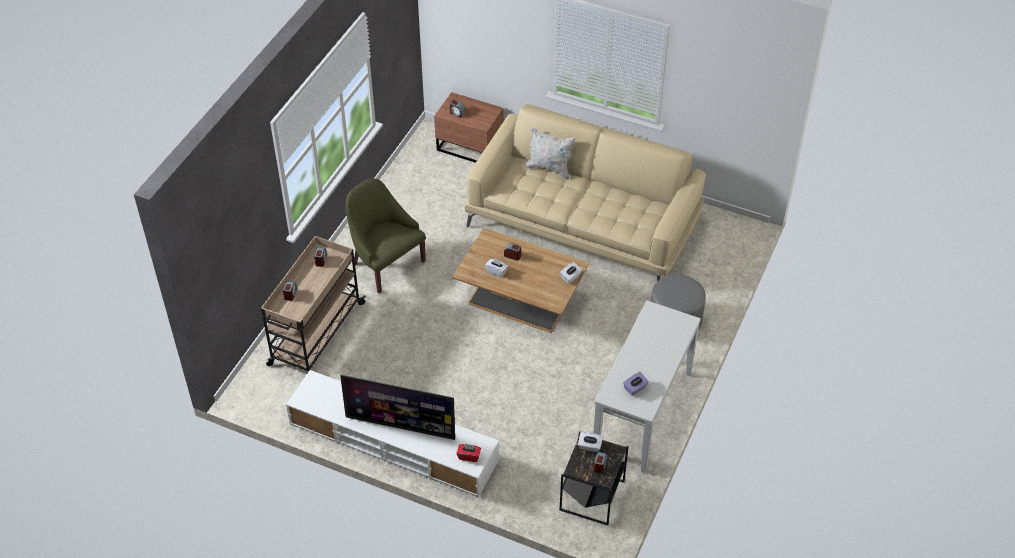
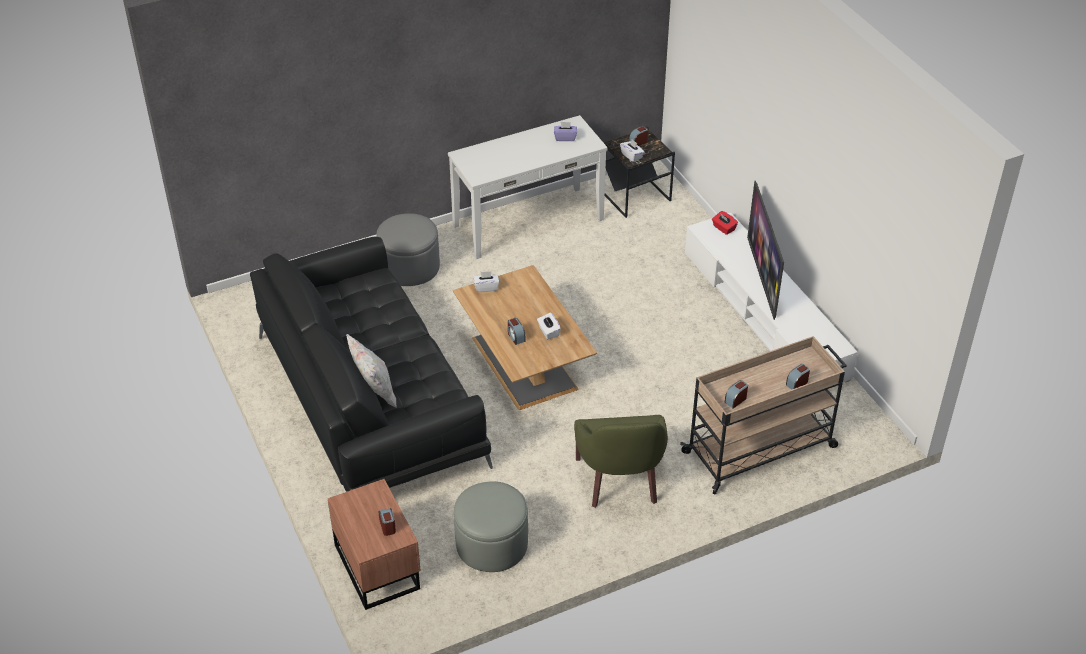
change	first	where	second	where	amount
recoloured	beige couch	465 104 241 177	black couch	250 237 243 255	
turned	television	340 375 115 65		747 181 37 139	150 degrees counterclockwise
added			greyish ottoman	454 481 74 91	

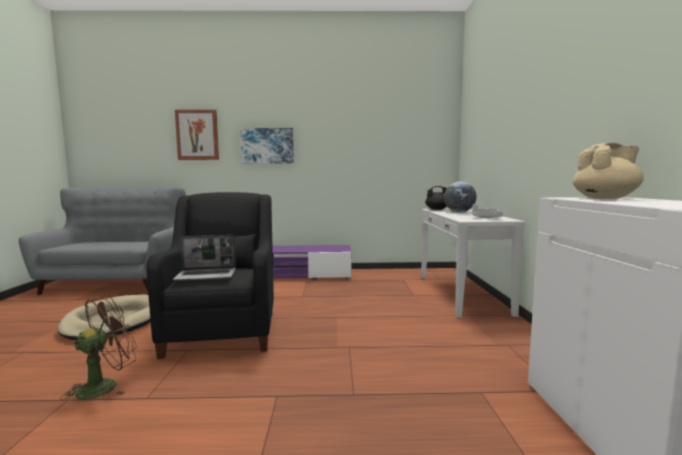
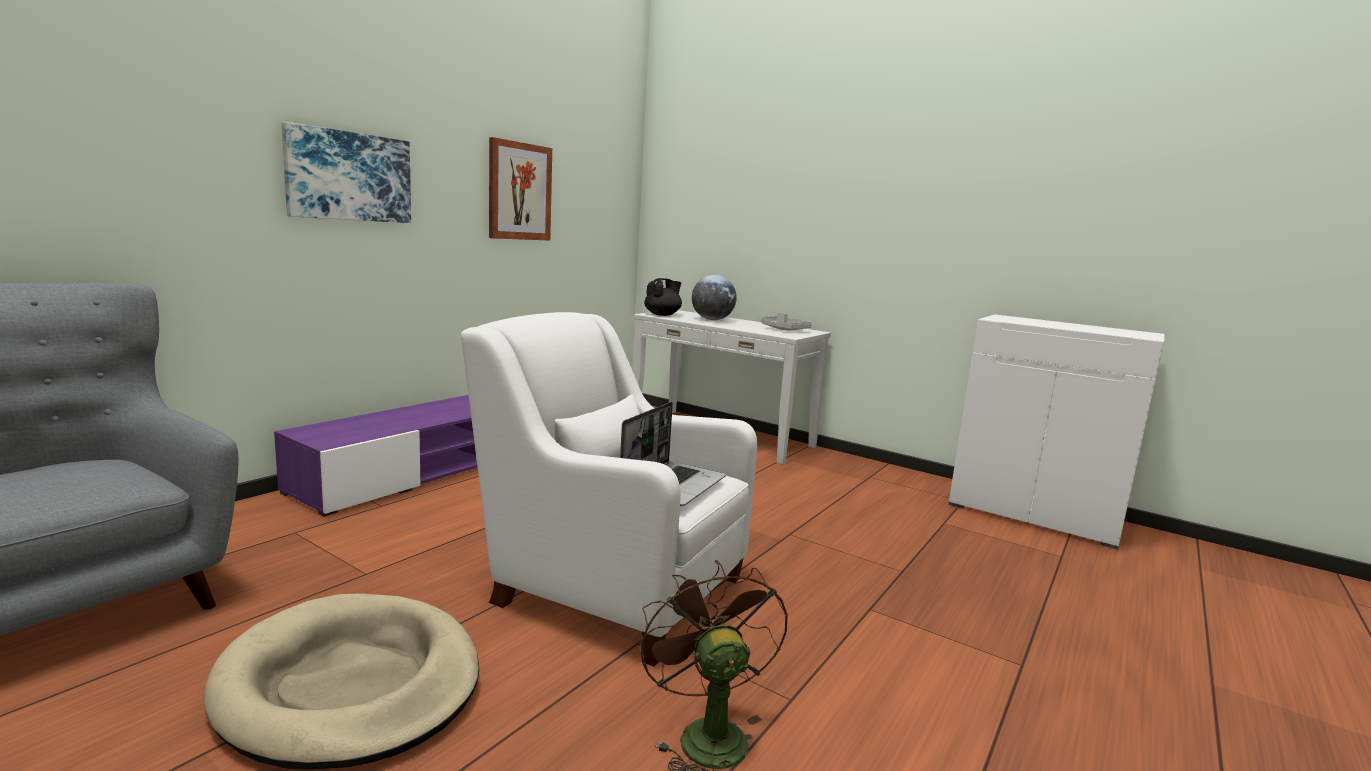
change	first	where	second	where	amount
moved	wall art	175 110 44 50		489 137 63 104	
removed	beige tea pot	573 142 71 57			
recoloured	black lounge chair	147 192 127 167	white-coloured lounge chair	461 312 296 355	

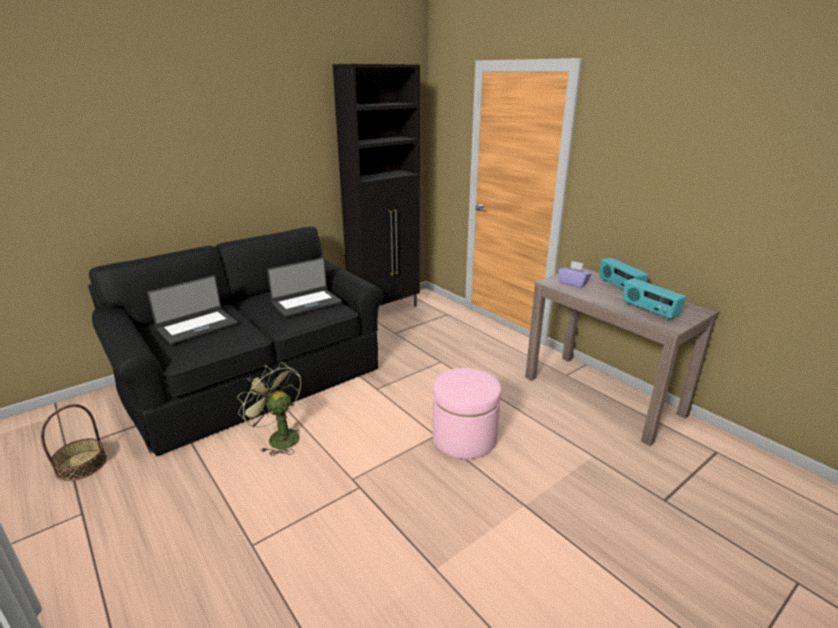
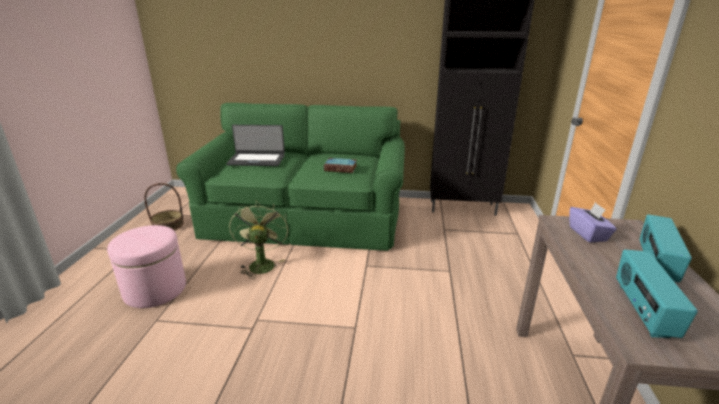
change	first	where	second	where	amount
recoloured	black couch	88 227 295 229	green couch	176 103 229 148	
replaced	portable computer	267 258 75 59	volume	324 158 33 15	
moved	pink-coloured ottoman	433 368 68 91		107 225 79 83	

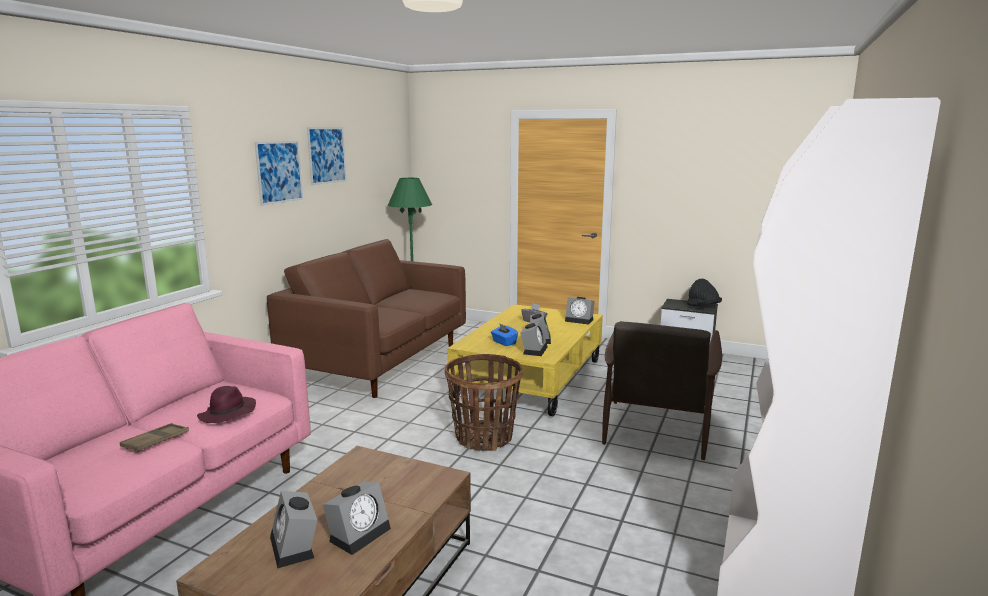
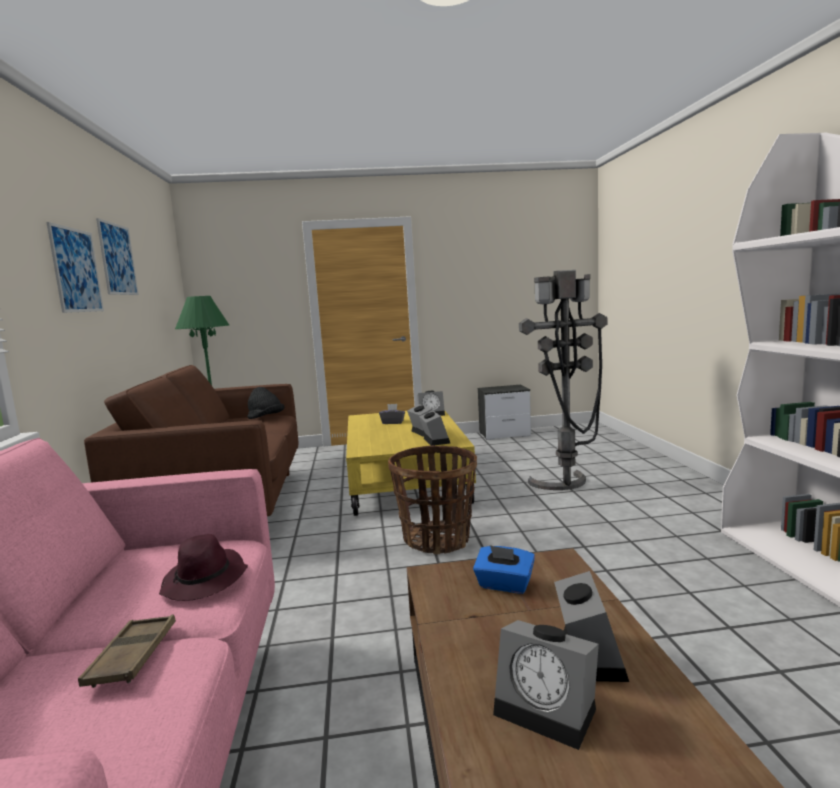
change	first	where	second	where	amount
moved	black clothing hat	687 279 35 27		247 387 37 32	
replaced	brown-coloured lounge chair	602 321 120 139	greyish standing lamp	519 270 88 220	
moved	blue tissue box	491 323 27 23		473 545 62 49	

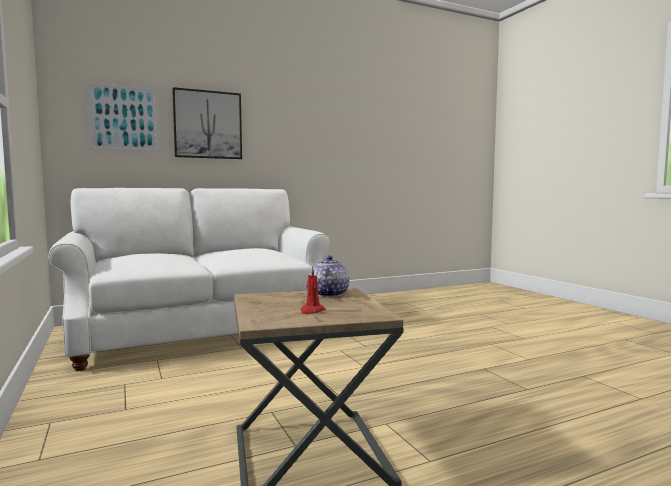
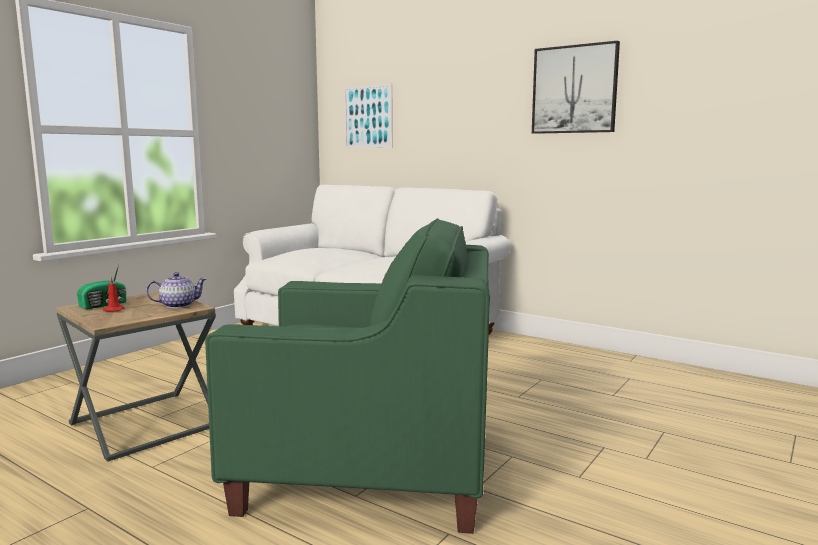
change	first	where	second	where	amount
moved	wall art	172 87 70 72		532 41 88 93	
added			green lounge chair	205 218 285 316	
added			radio set	77 260 50 49	

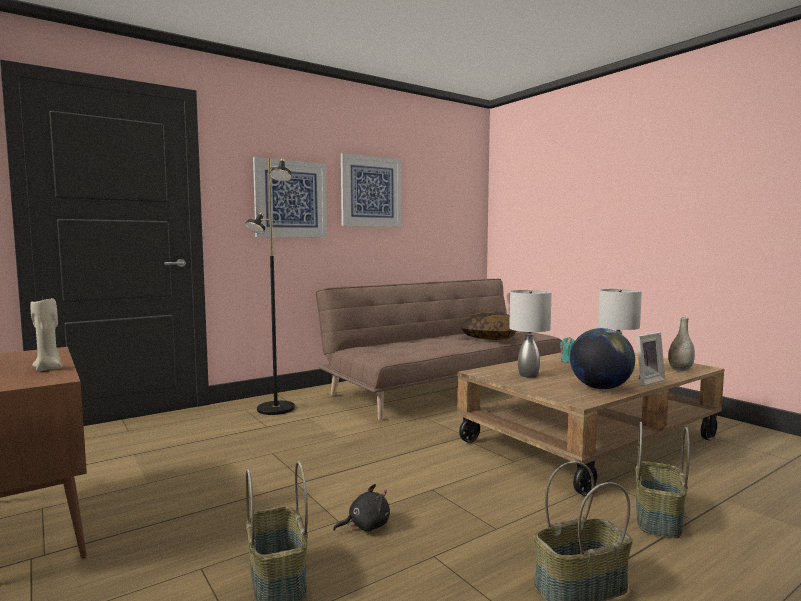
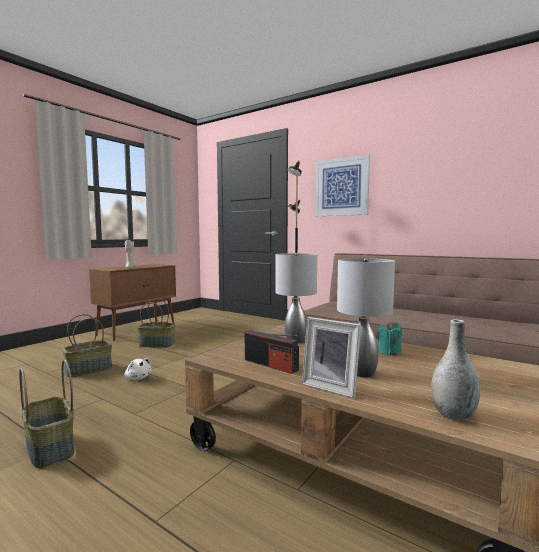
change	first	where	second	where	amount
removed	wall art	341 153 60 74			
removed	cushion	460 312 56 28			
replaced	desk globe	570 328 65 61	radio set	245 330 54 44	
moved	basket	636 421 54 117		137 299 38 49	
recoloured	black plush toy	333 484 57 48	white-coloured plush toy	125 358 27 22	

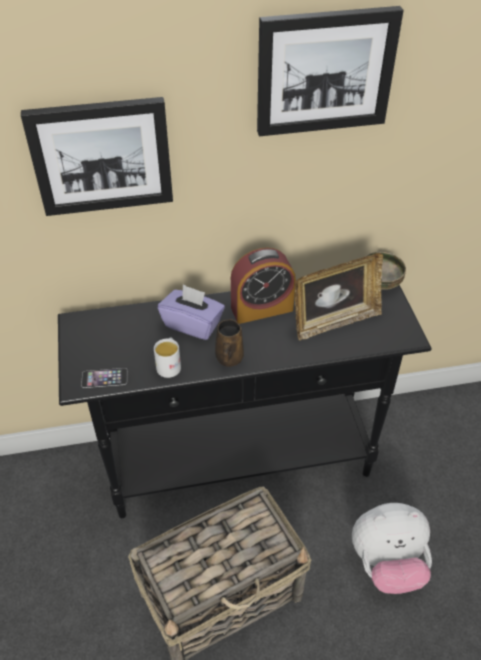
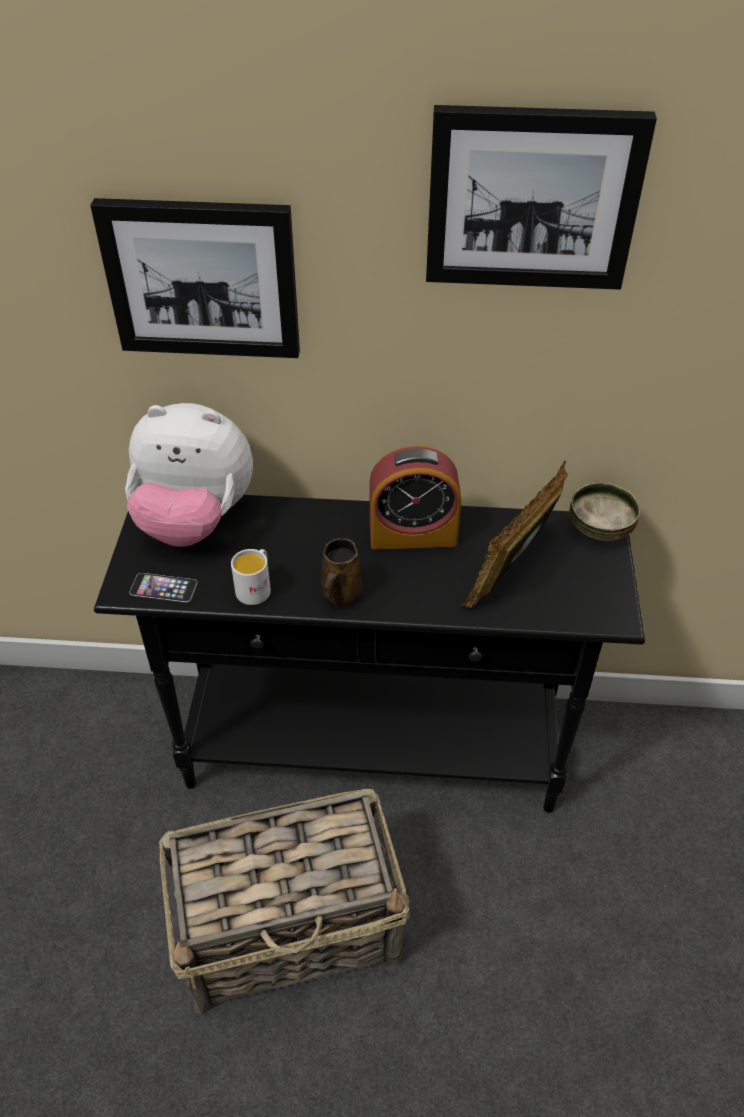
change	first	where	second	where	amount
turned	picture frame	295 253 88 88		460 460 108 148	135 degrees clockwise
removed	purple-coloured tissue box	158 284 67 56			
moved	plush toy	352 503 80 91		125 403 128 144	

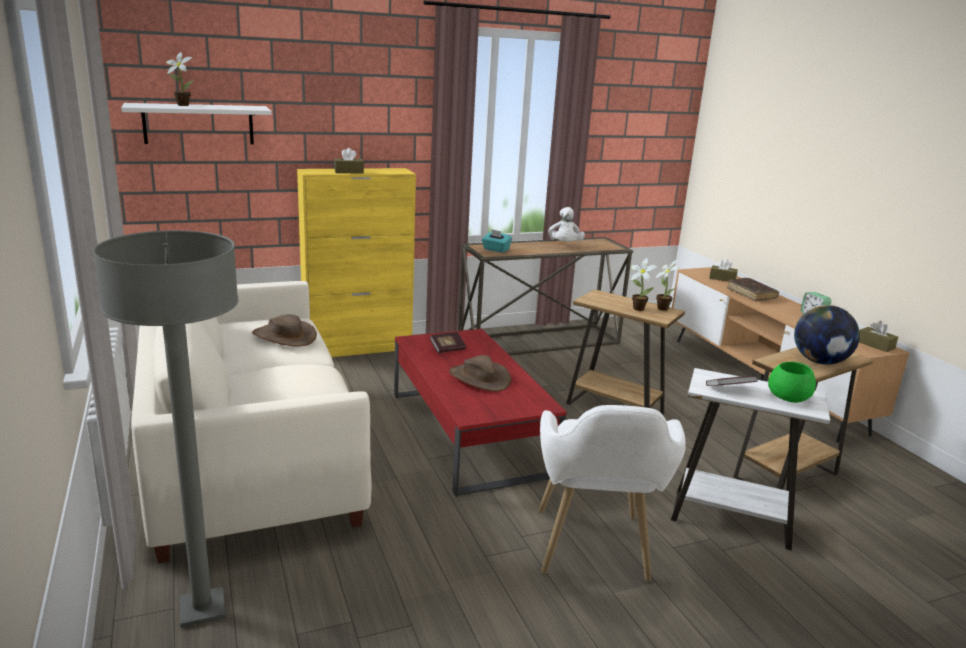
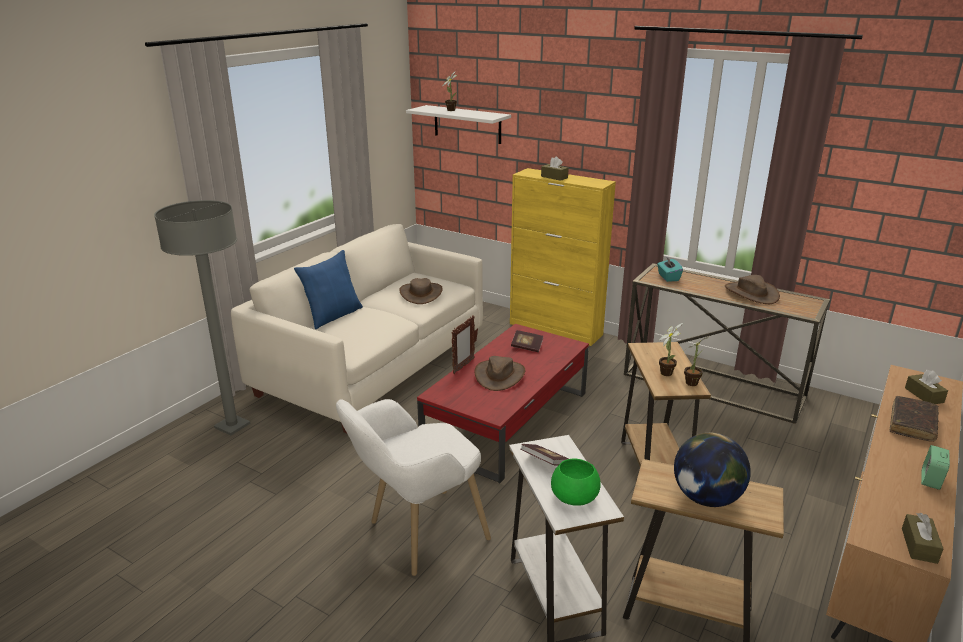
change	first	where	second	where	amount
replaced	white-coloured plush toy	549 207 36 35	brown-coloured clothing hat	725 275 55 29	
added			blue cushion	294 250 69 79	
added			picture frame	452 315 23 59	

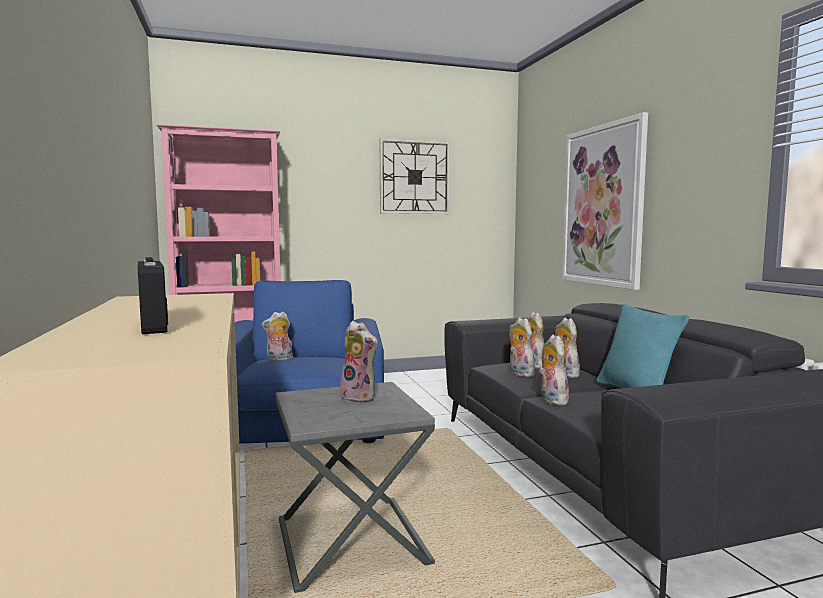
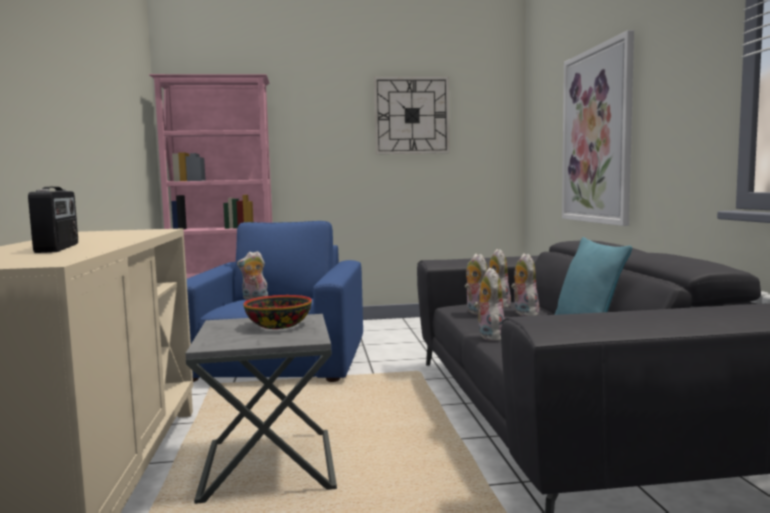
change	first	where	second	where	amount
replaced	plush toy	340 321 38 82	serving bowl	243 295 69 34	

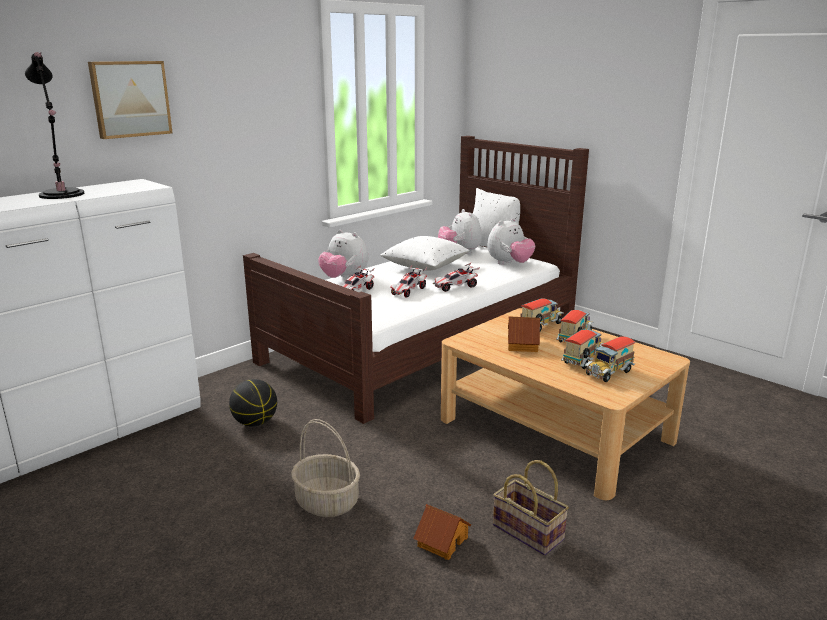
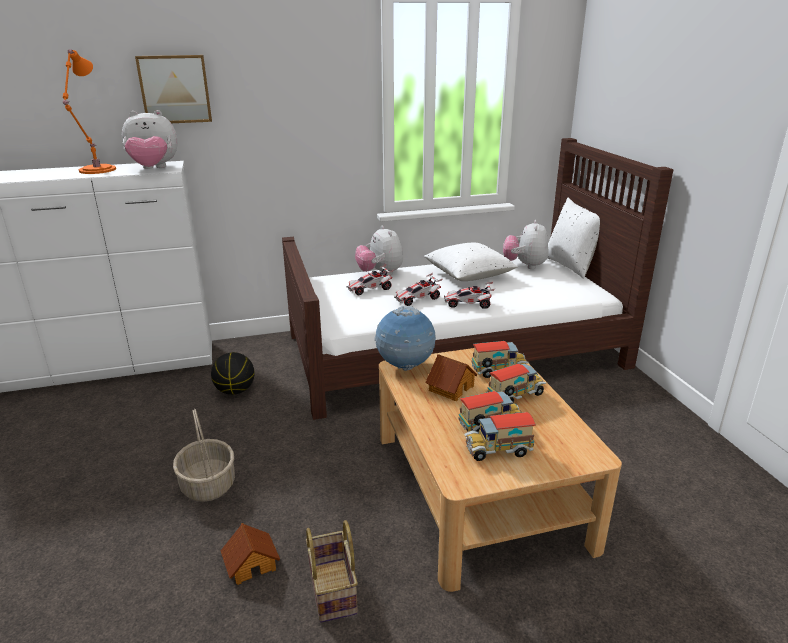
change	first	where	second	where	amount
recoloured	black lamp for a table	25 52 59 147	orange lamp for a table	63 49 53 125	
moved	plush toy	487 218 48 47		122 110 56 59	
added			desk globe	374 306 62 65	

